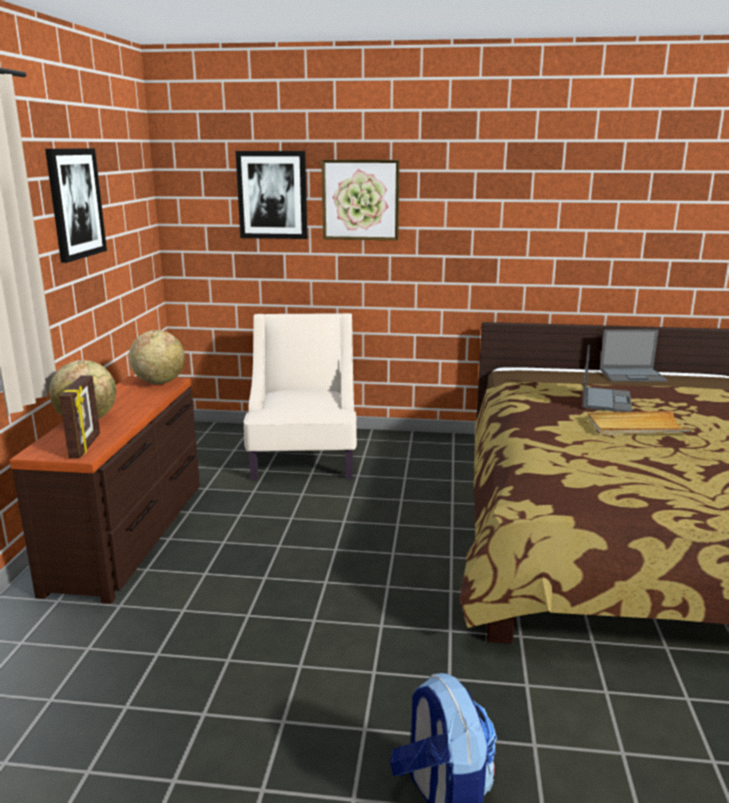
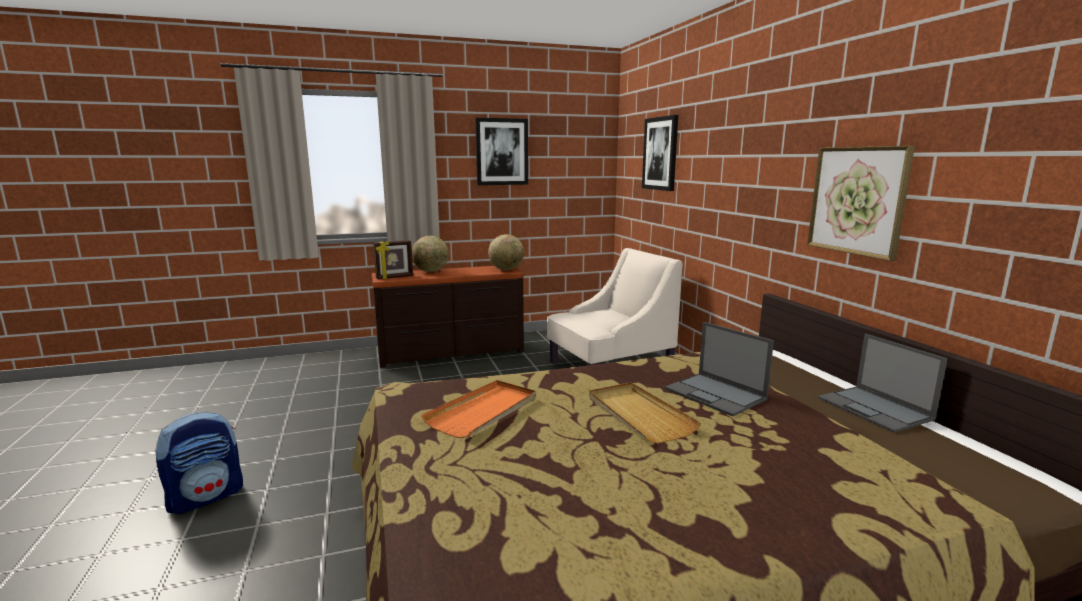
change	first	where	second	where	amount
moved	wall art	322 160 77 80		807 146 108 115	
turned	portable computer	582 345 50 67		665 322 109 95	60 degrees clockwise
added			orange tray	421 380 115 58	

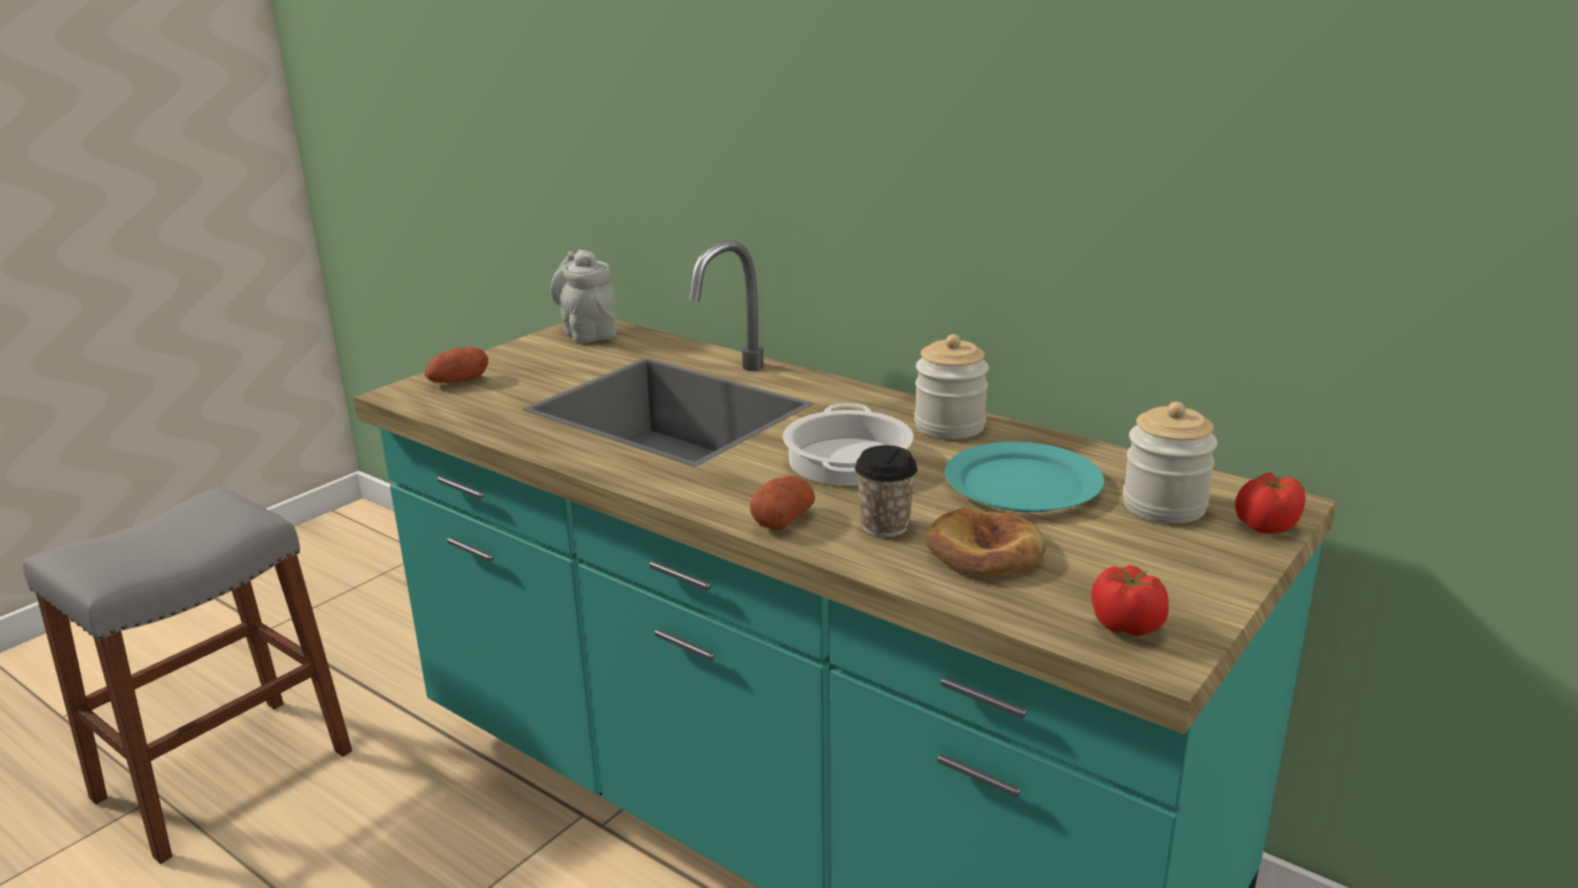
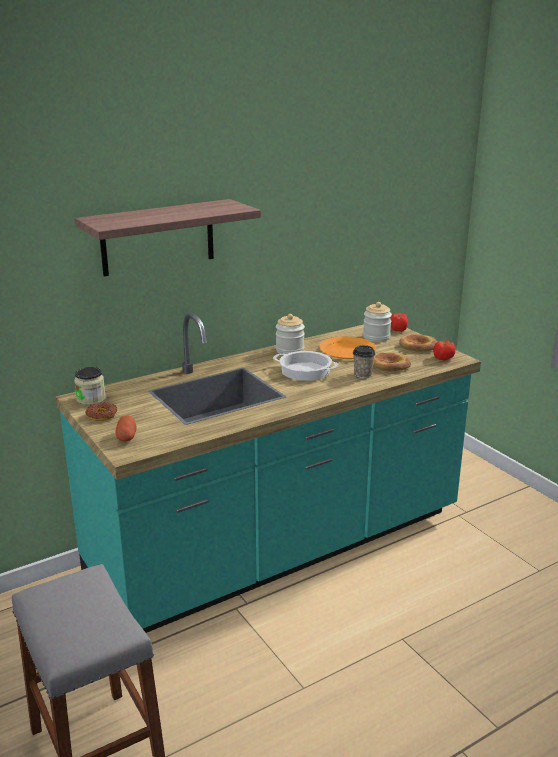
change	first	where	second	where	amount
replaced	greyish tea pot	550 249 67 94	jar	74 367 32 38	
recoloured	turquoise plate	945 442 159 70	orange plate	319 337 57 22	
removed	potato	750 476 65 54			
added			wall shelf	75 199 186 77	
added			baked bread	399 334 38 17	
added			ring doughnut	85 402 32 19	

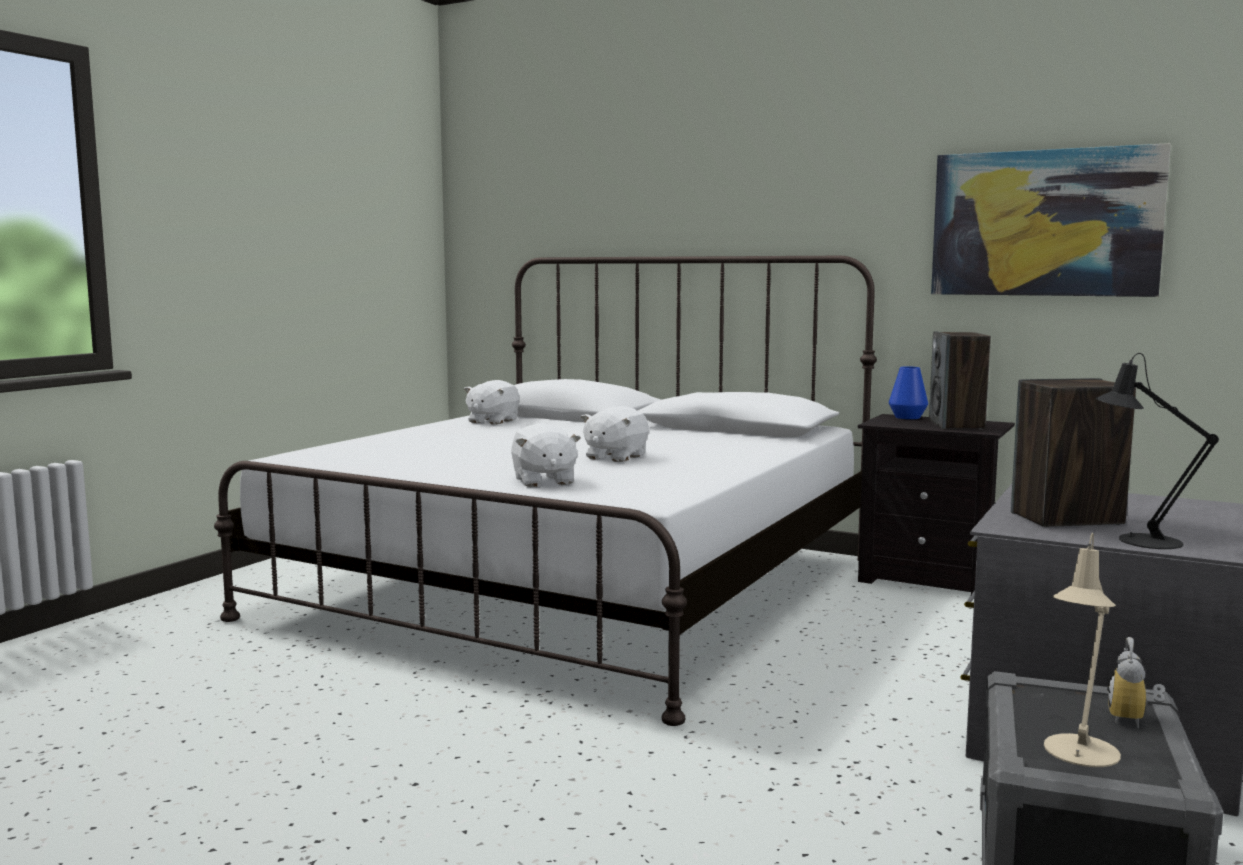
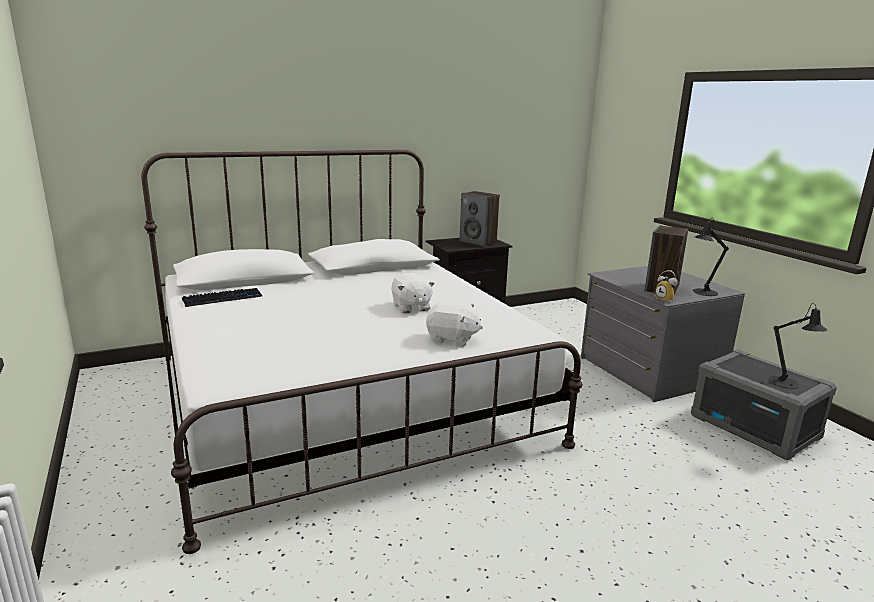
change	first	where	second	where	amount
removed	wall art	931 143 240 154			
removed	blue vase	889 367 39 52			
replaced	white-coloured plush toy	464 380 56 45	keyboard	182 288 80 19	
recoloured	beige lamp for a table	1044 533 77 234	black lamp for a table	769 303 59 86	
moved	alarm clock	1107 637 58 91		655 270 22 32	

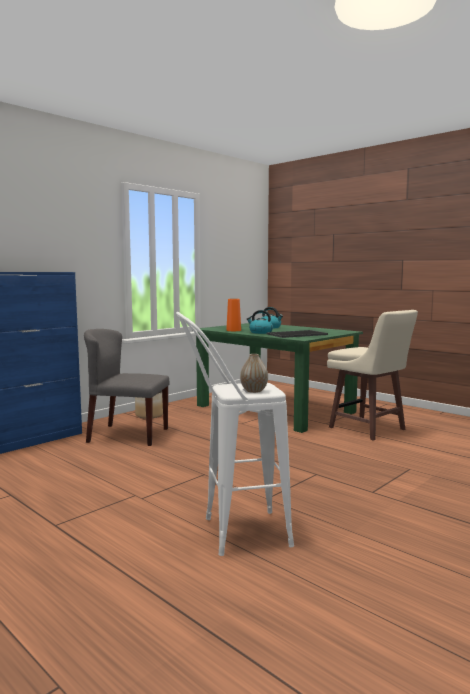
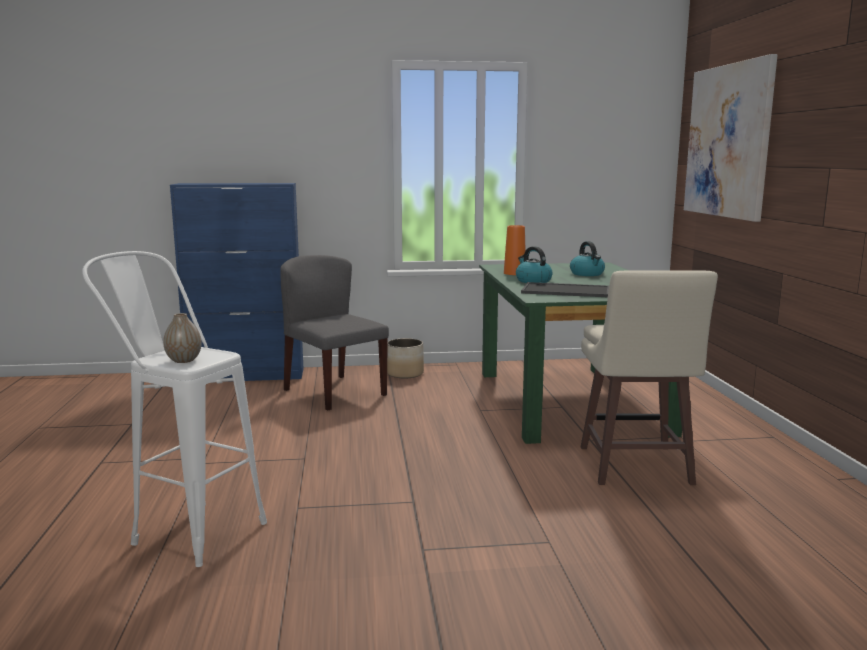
change	first	where	second	where	amount
added			wall art	684 54 94 168	

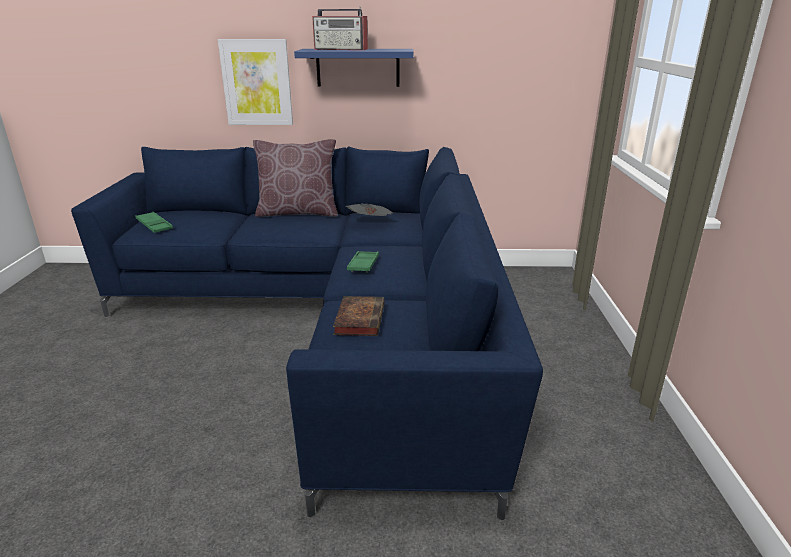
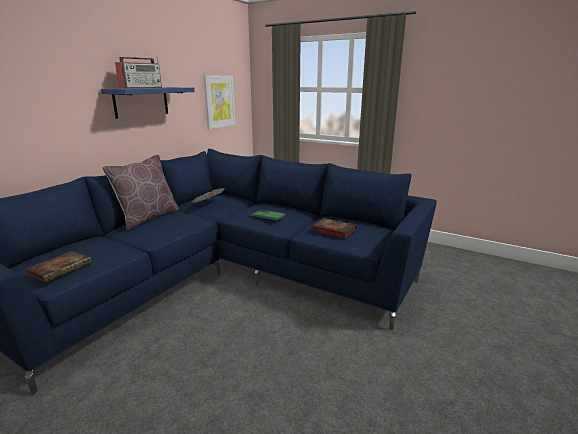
change	first	where	second	where	amount
moved	wall art	218 39 75 86		203 75 32 54	
replaced	green tray	135 212 38 21	volume	25 251 67 32	

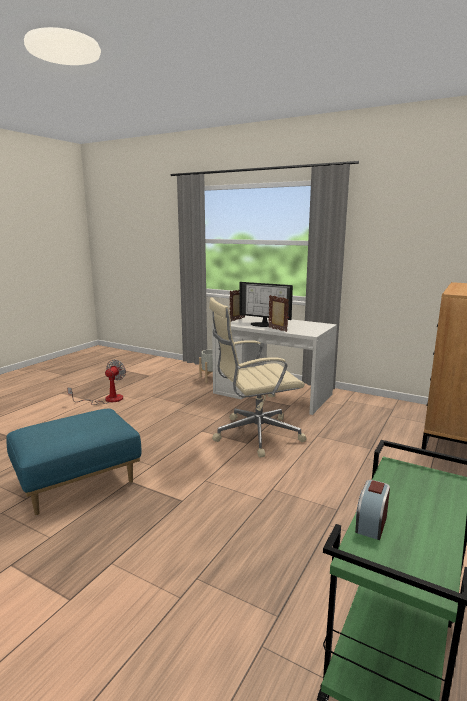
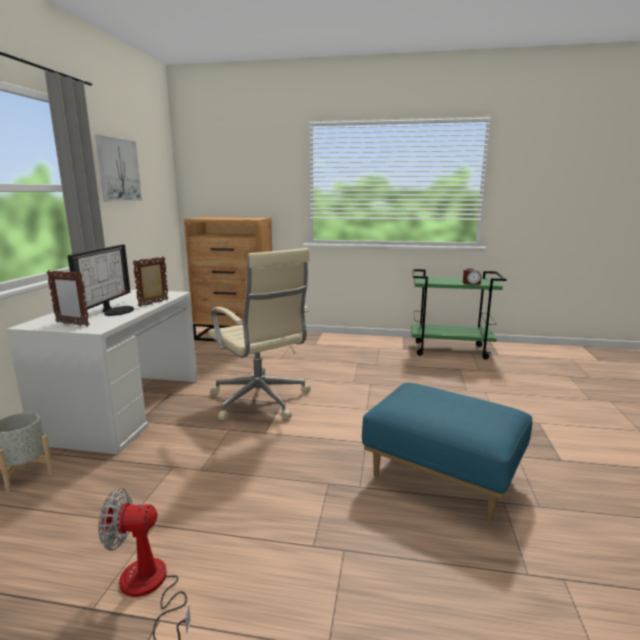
change	first	where	second	where	amount
added			wall art	95 135 47 67	

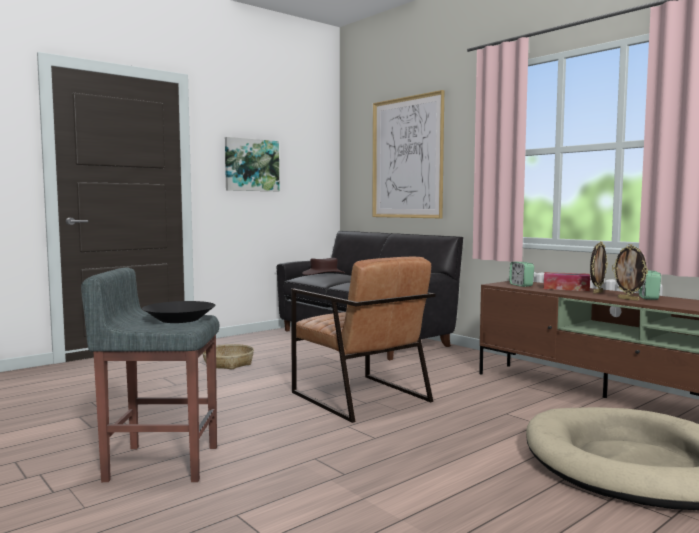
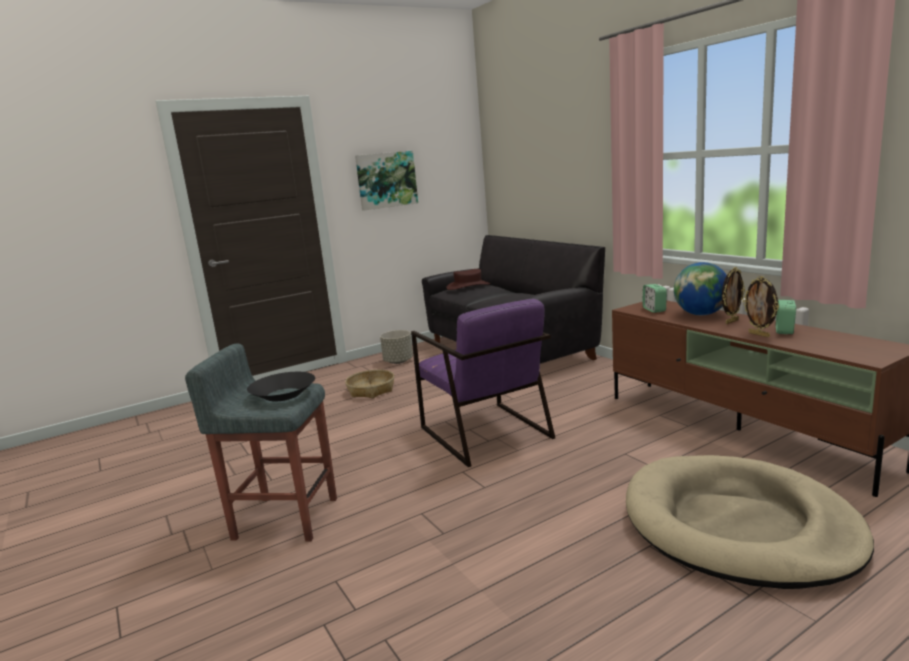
change	first	where	second	where	amount
removed	wall art	372 90 72 128			
recoloured	brown-coloured lounge chair	291 257 145 166	purple-coloured lounge chair	411 299 144 168	
replaced	tissue box	544 272 46 19	desk globe	674 262 52 53	
added			greyish planter	380 330 33 34	

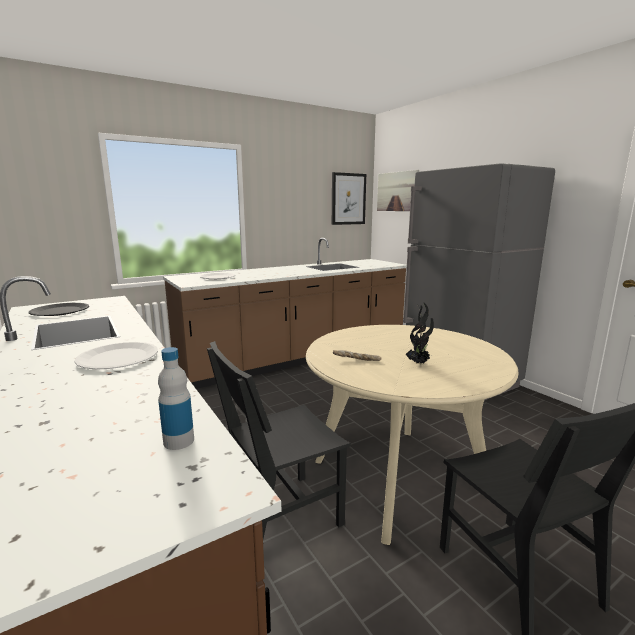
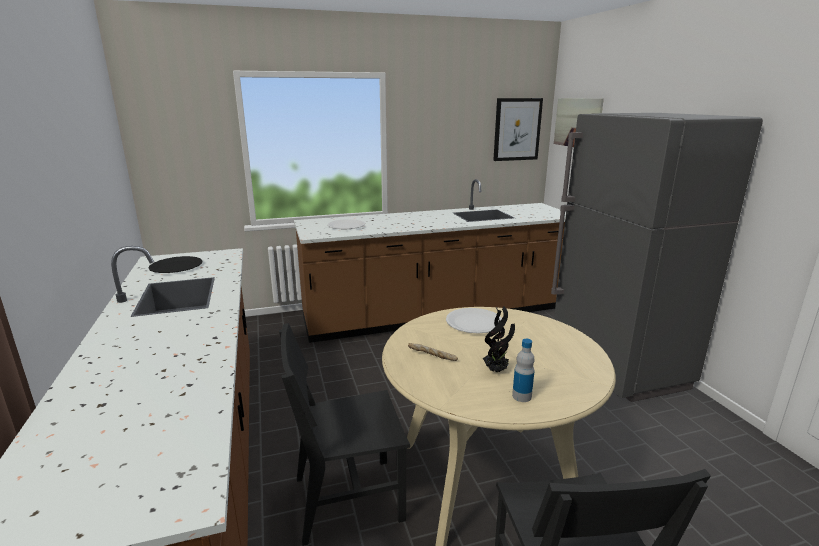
change	first	where	second	where	amount
moved	white-coloured plate	74 342 84 28		446 308 56 25	
moved	drink bottle	158 347 36 103		512 339 23 63	

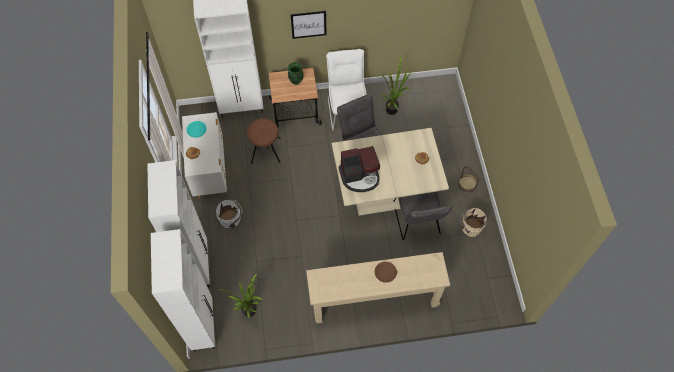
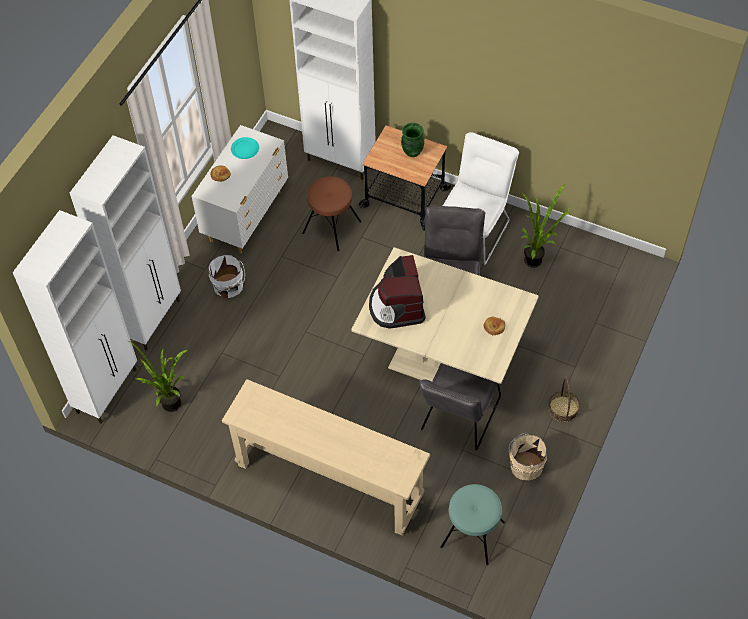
change	first	where	second	where	amount
removed	wall art	291 11 35 28			
turned	coffee brewer	339 146 41 46		369 255 57 74	60 degrees clockwise
removed	brown-coloured plate	375 262 22 21			
added			turquoise stool	440 484 65 81	

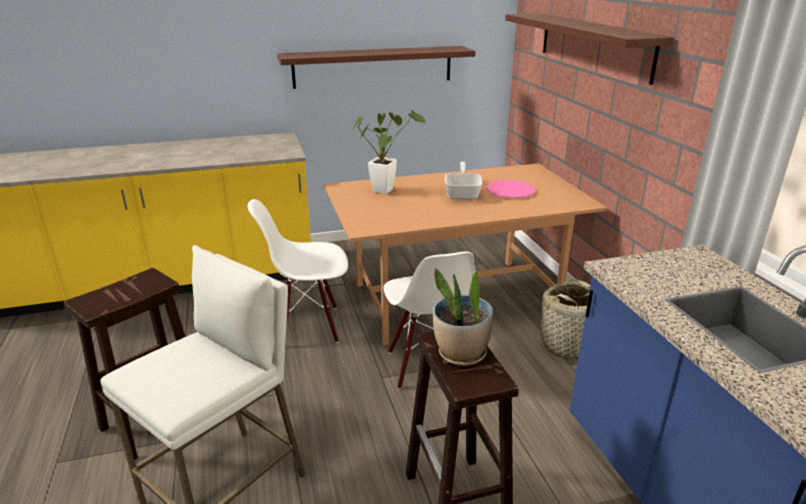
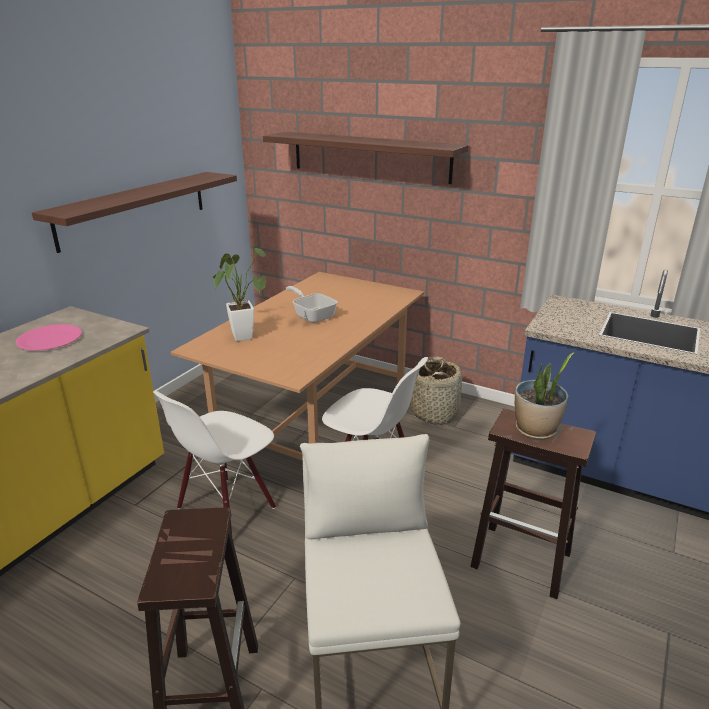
change	first	where	second	where	amount
moved	pink-coloured plate	486 180 50 18		16 324 66 27	

